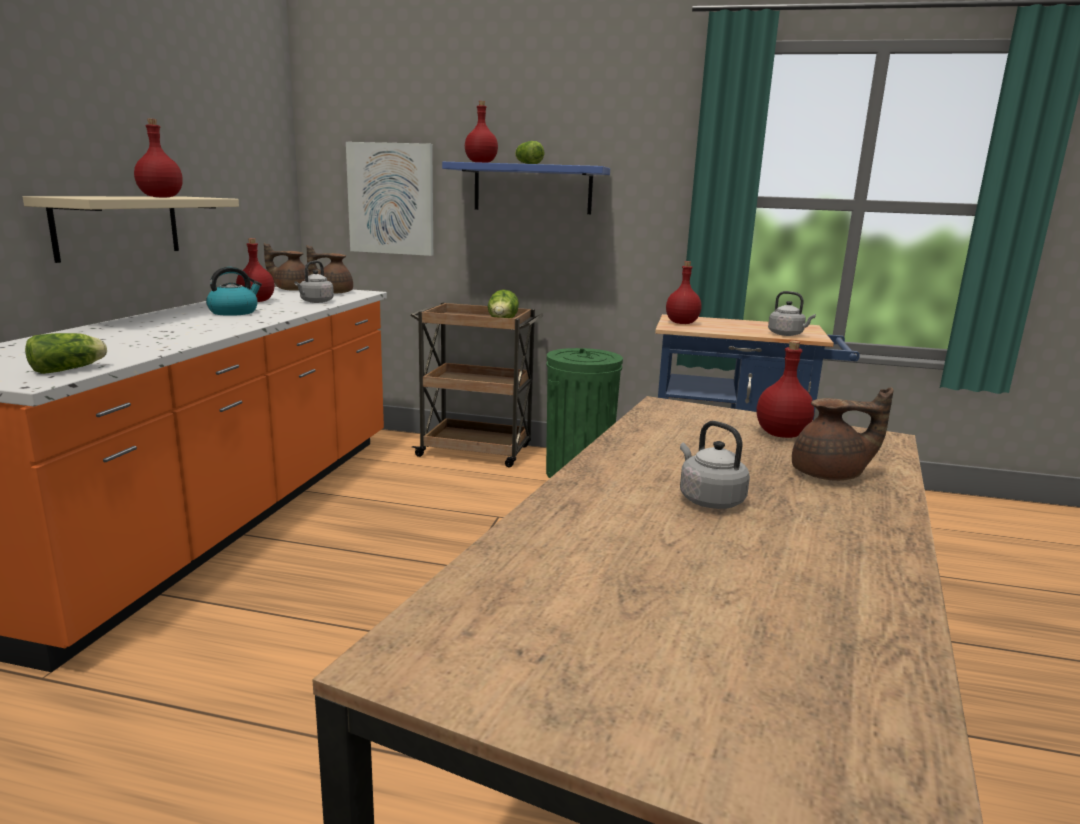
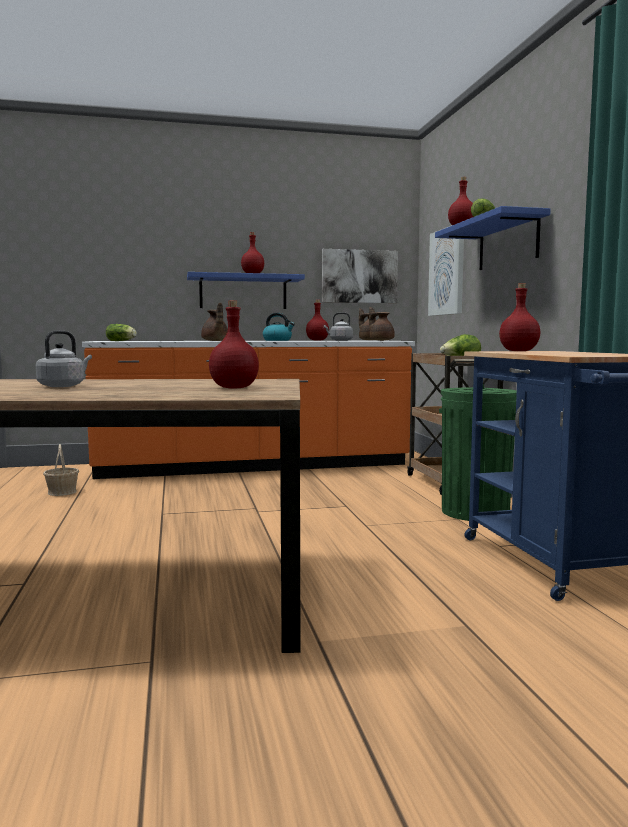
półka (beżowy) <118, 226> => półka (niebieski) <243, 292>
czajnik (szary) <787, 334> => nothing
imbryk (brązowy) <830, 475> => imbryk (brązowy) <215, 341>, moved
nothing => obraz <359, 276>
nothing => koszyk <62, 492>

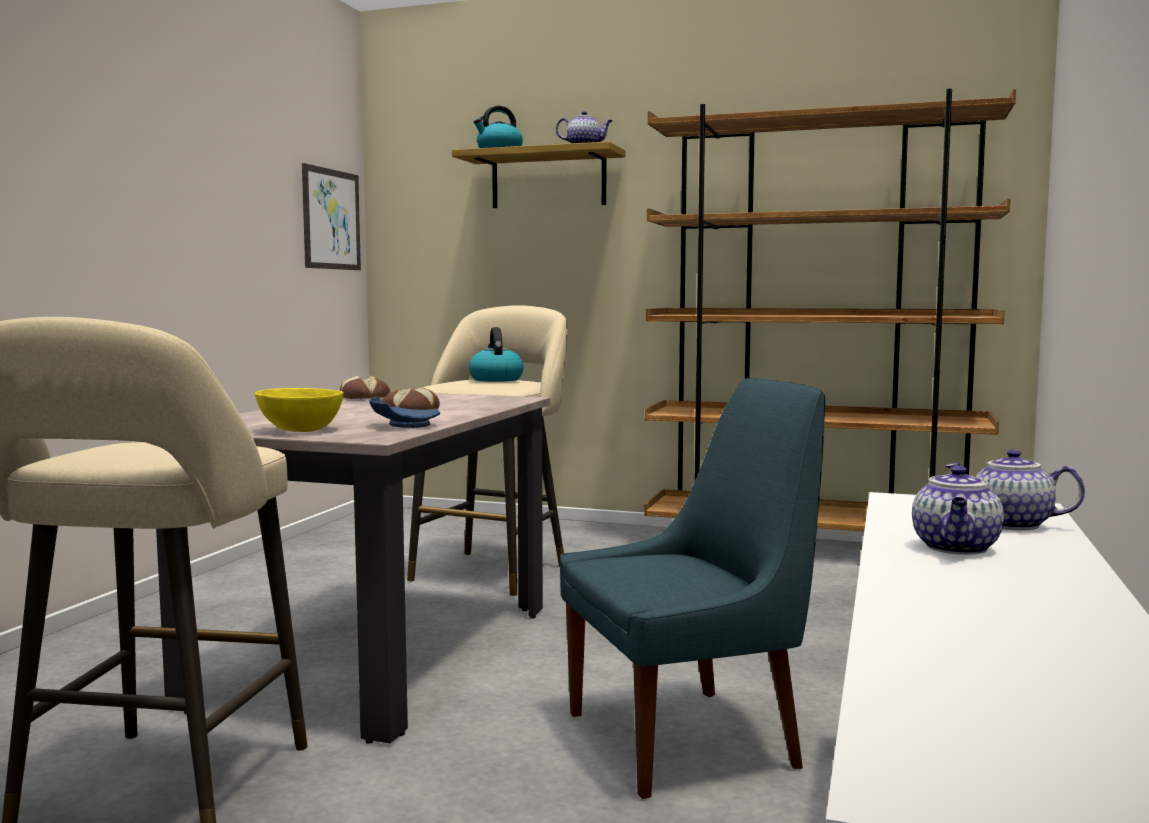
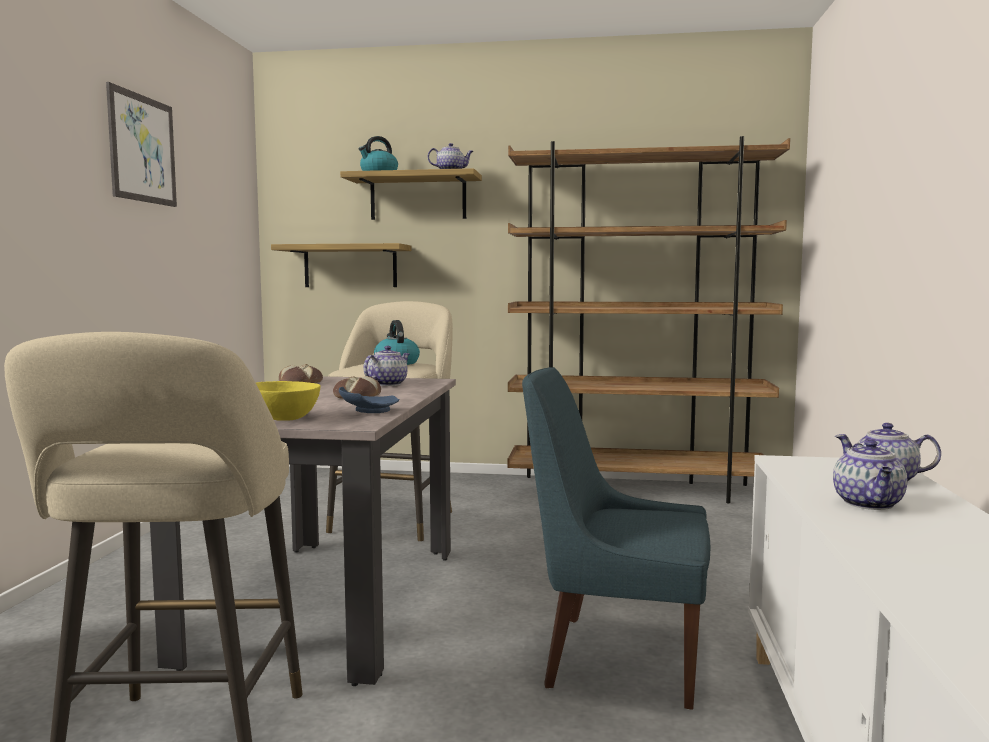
obraz <331, 219> => obraz <142, 149>, moved
krzesło (niebieski) <689, 739> => krzesło (niebieski) <616, 658>, 135 degrees counterclockwise
nothing => półka <350, 266>
nothing => imbryk <388, 384>

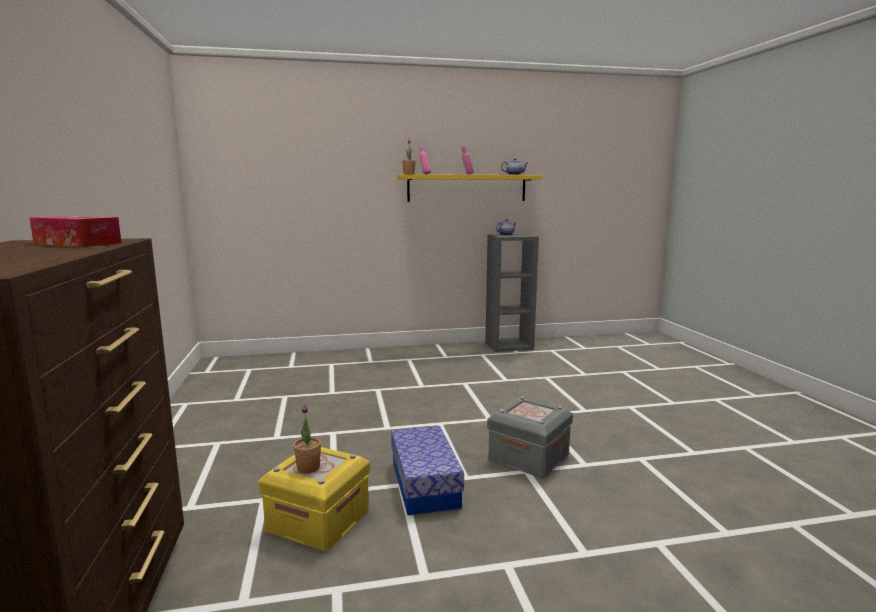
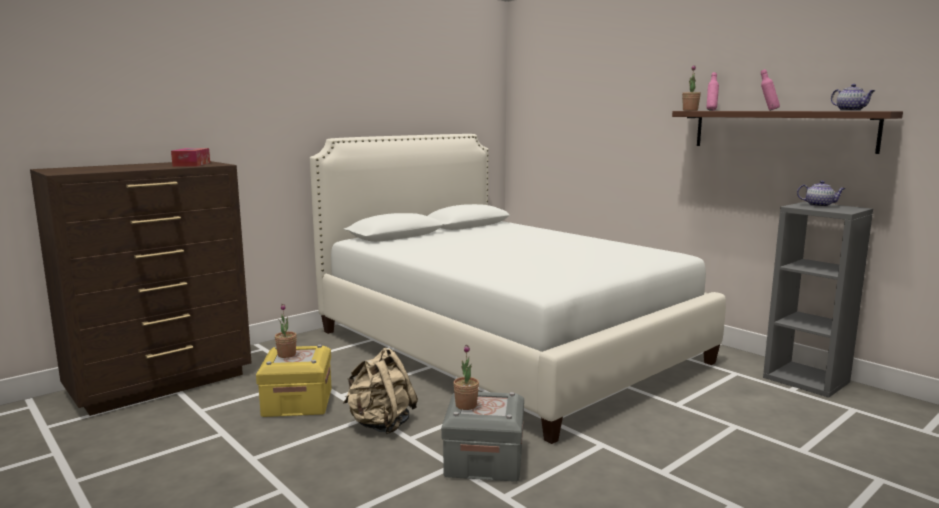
półka (żółty) <467, 188> => półka (brązowy) <781, 130>
pojemnik do przechowywania <425, 484> => plecak (beżowy) <381, 424>
nothing => łóżko (biały) <505, 345>
nothing => roślina doniczkowa <466, 405>

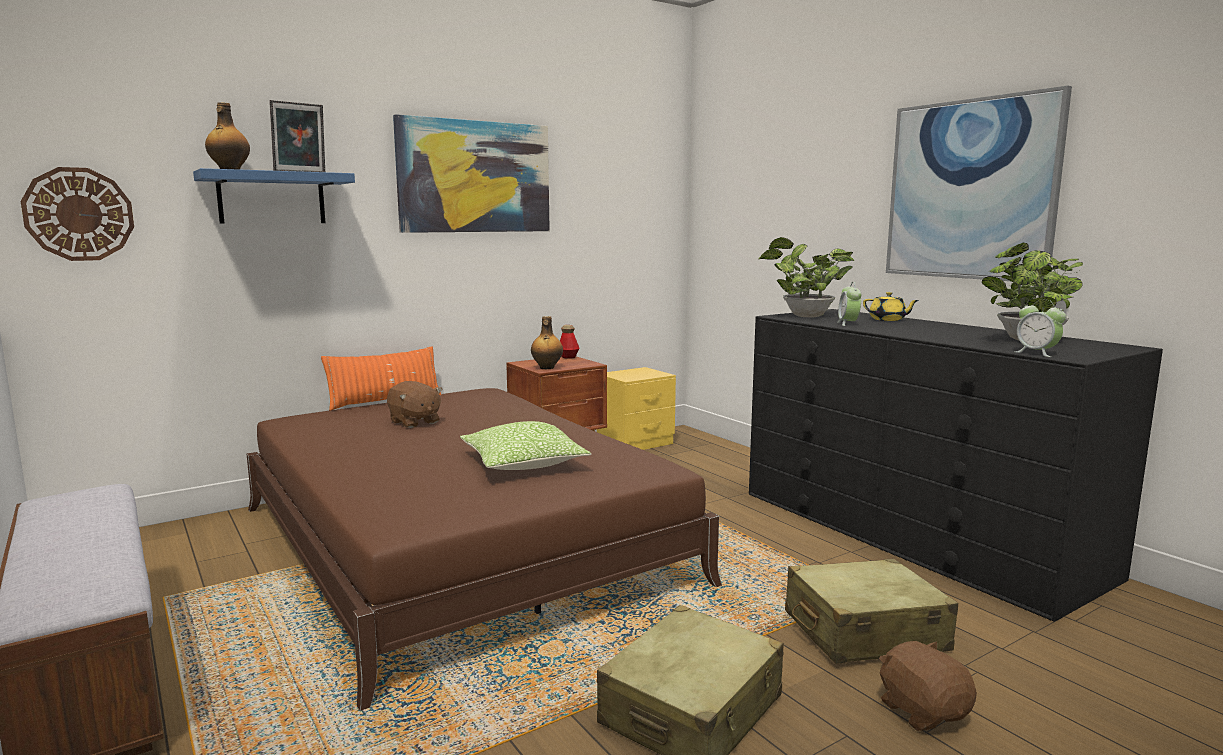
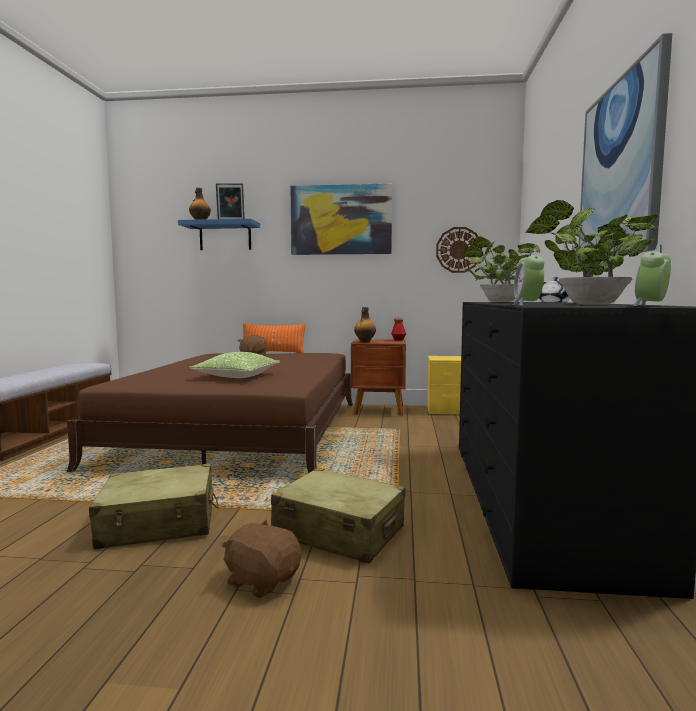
zegar ścienny <79, 214> => zegar ścienny <458, 250>, moved
budzik <848, 324> => budzik <651, 305>, moved
imbryk (żółty) <888, 320> => imbryk (biały) <554, 302>
pluszak (brązowy) <923, 711> => pluszak (brązowy) <262, 580>, 75 degrees counterclockwise

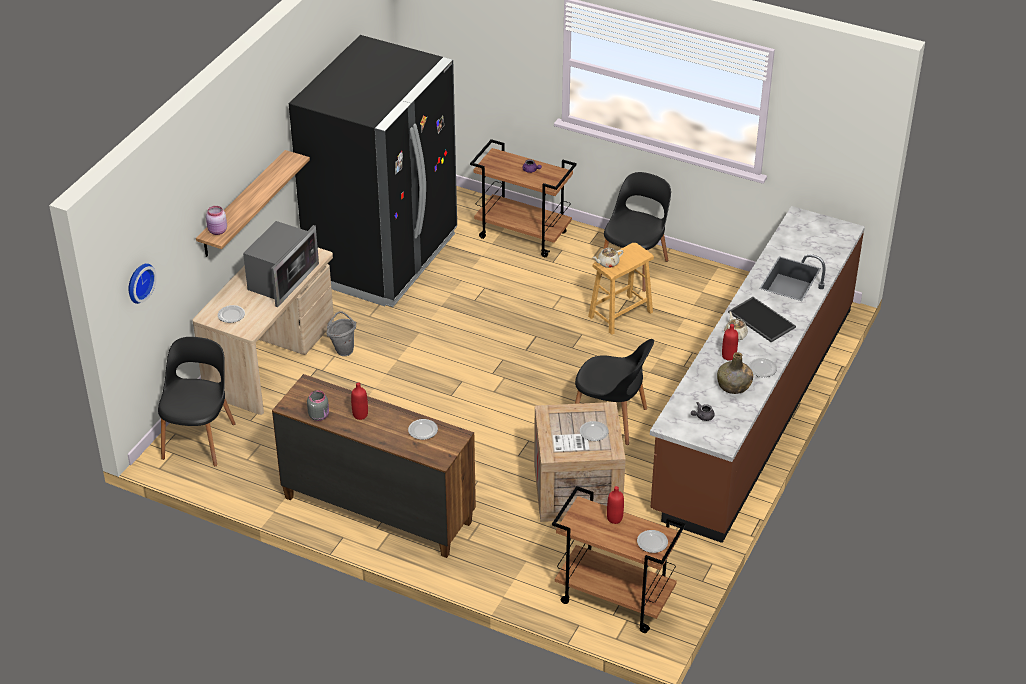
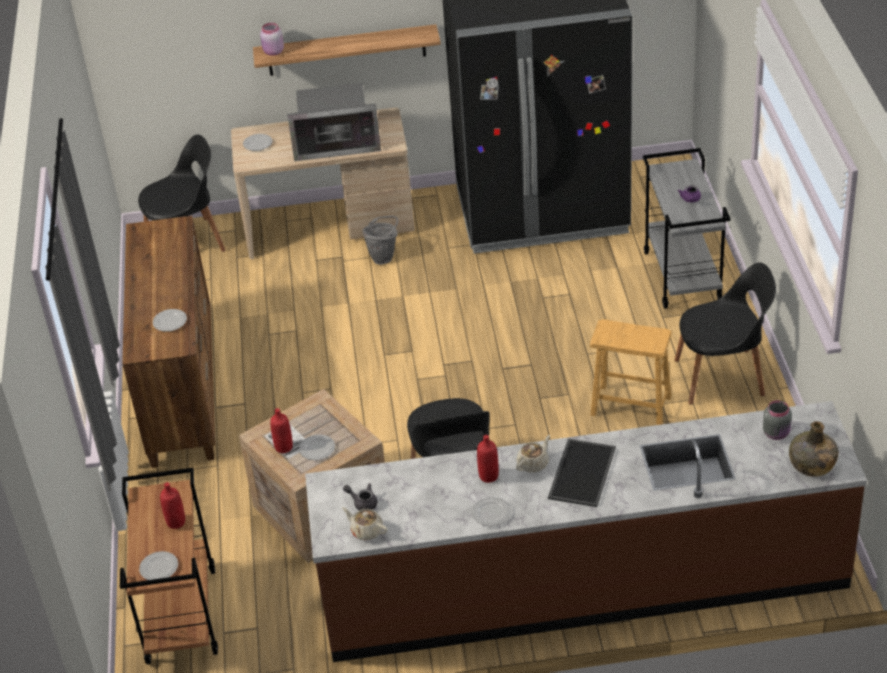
wózek (brązowy) <523, 235> => wózek (szary) <683, 277>
imbryk (beżowy) <607, 263> => imbryk (beżowy) <366, 531>, moved
zegar ścienny <138, 282> => nothing
butelka (zielony) <734, 386> => butelka (zielony) <811, 465>, moved
butelka (czerwony) <360, 415> => butelka (czerwony) <284, 447>, moved
słoik (szary) <319, 415> => słoik (szary) <777, 433>, moved

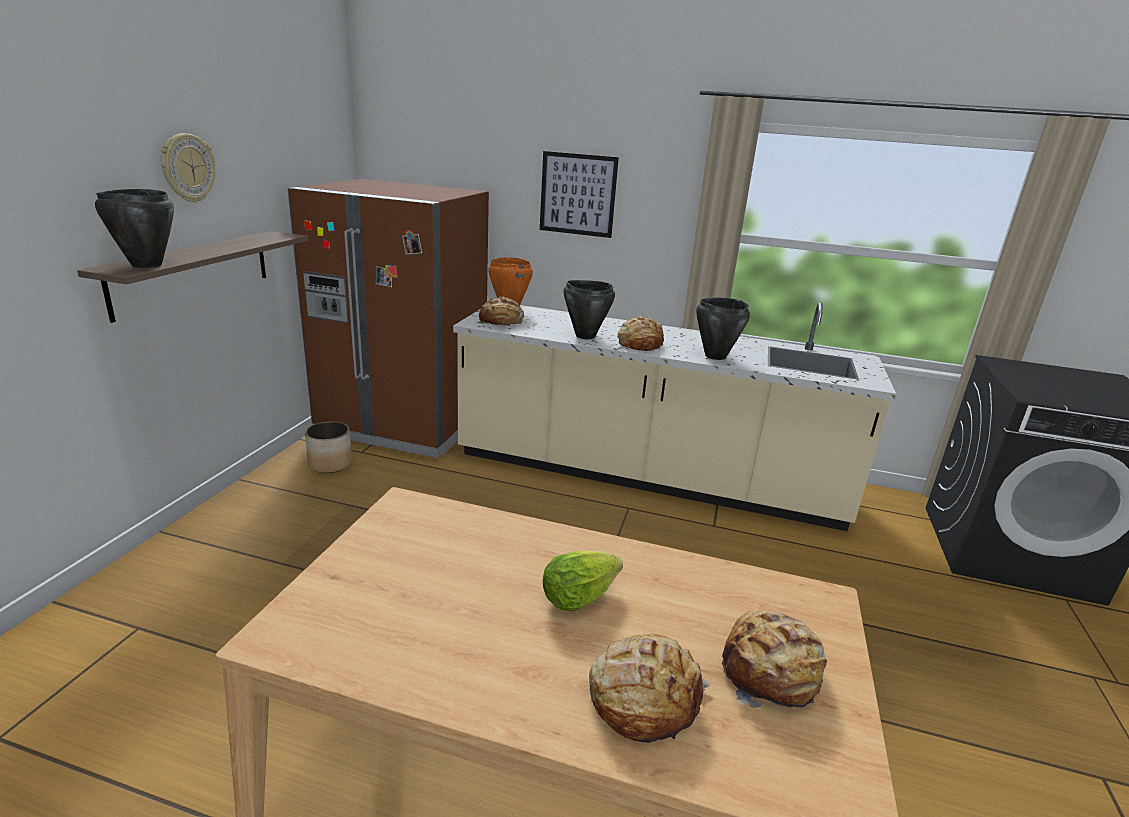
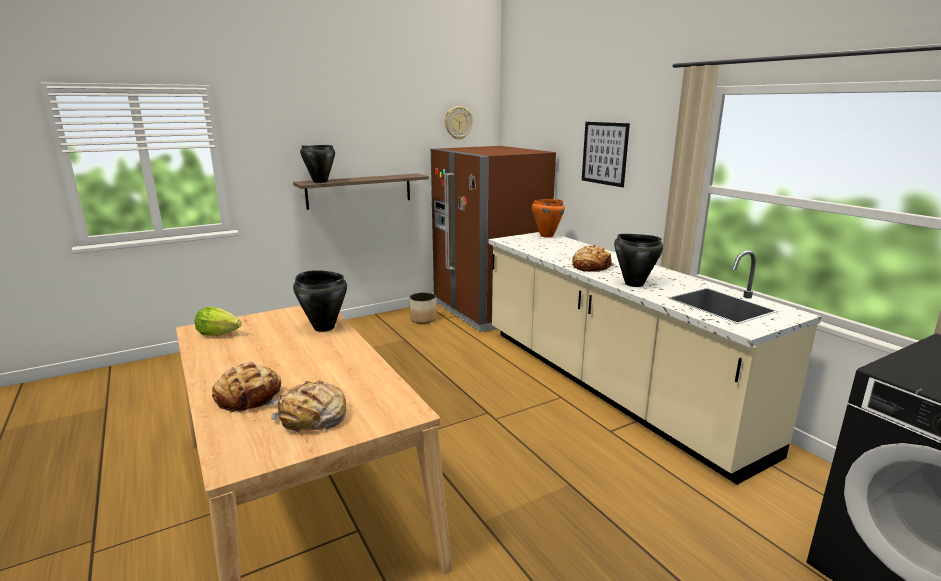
zegar ścienny <187, 168> => zegar ścienny <458, 123>, moved
garnek (czarny) <585, 336> => garnek (czarny) <324, 327>, moved
chleb <501, 322> => nothing
sałata <577, 597> => sałata <218, 334>, moved

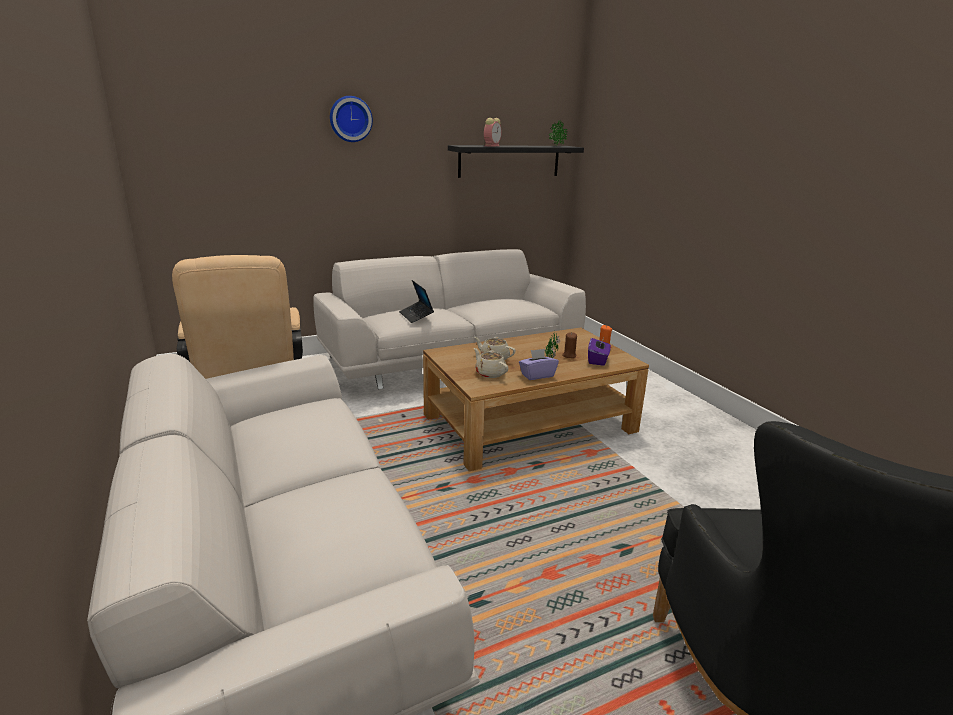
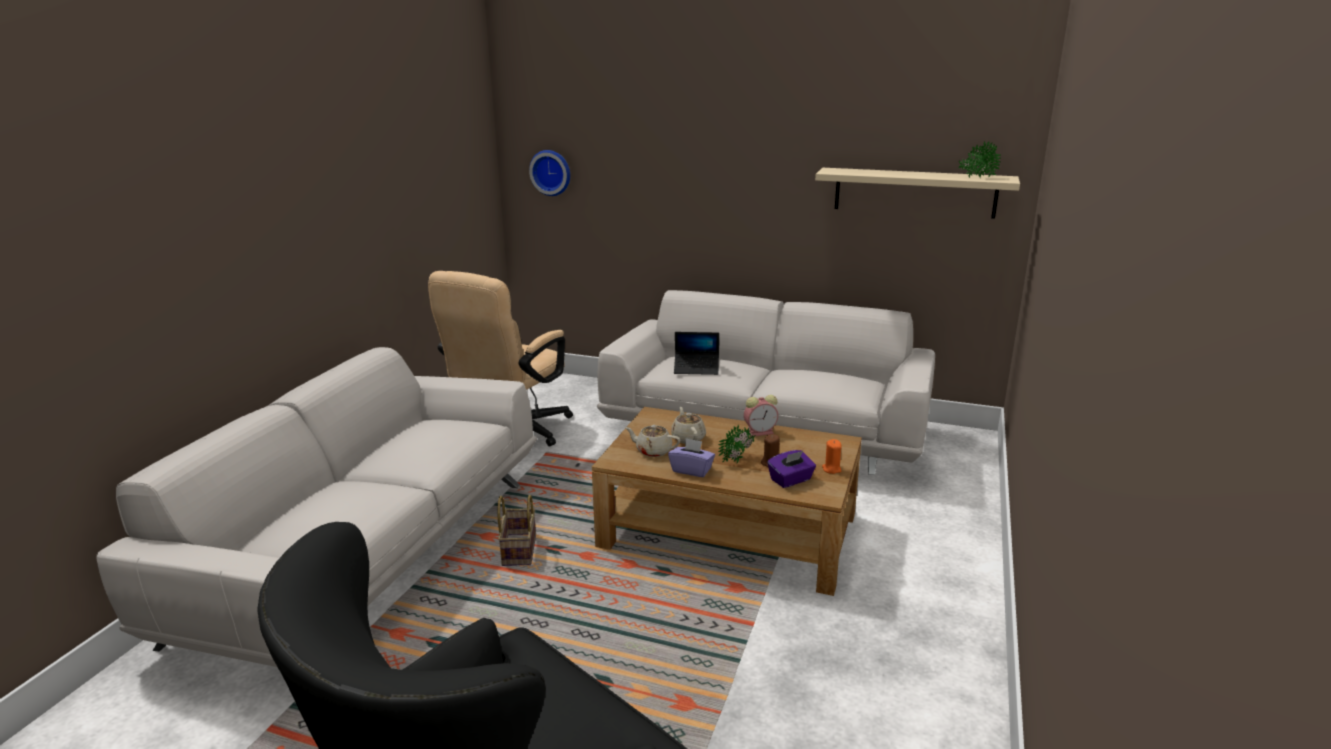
zegar ścienny <350, 119> => zegar ścienny <551, 172>, moved
budzik <492, 146> => budzik <761, 432>, moved
półka (czarny) <509, 161> => półka (beżowy) <914, 192>
laptop <416, 316> => laptop <696, 369>, 105 degrees counterclockwise
imbryk (beżowy) <490, 373> => imbryk (beżowy) <653, 451>, 75 degrees counterclockwise
nothing => koszyk <518, 549>

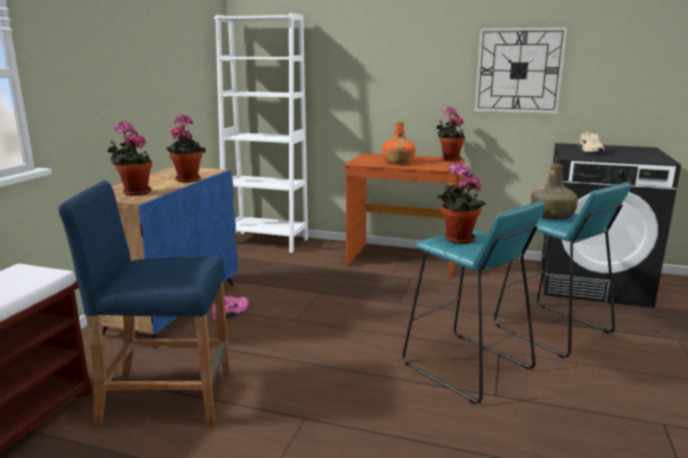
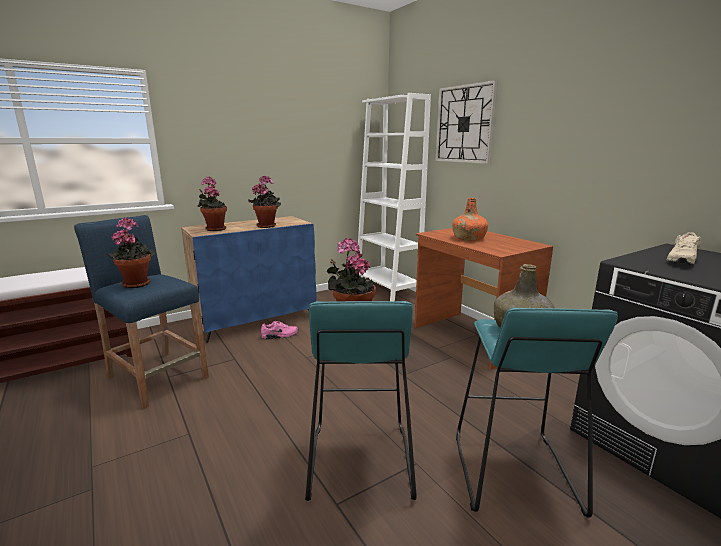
zegar ścienny <518, 70> => zegar ścienny <464, 124>, moved
roślina doniczkowa <449, 159> => roślina doniczkowa <136, 283>, moved

